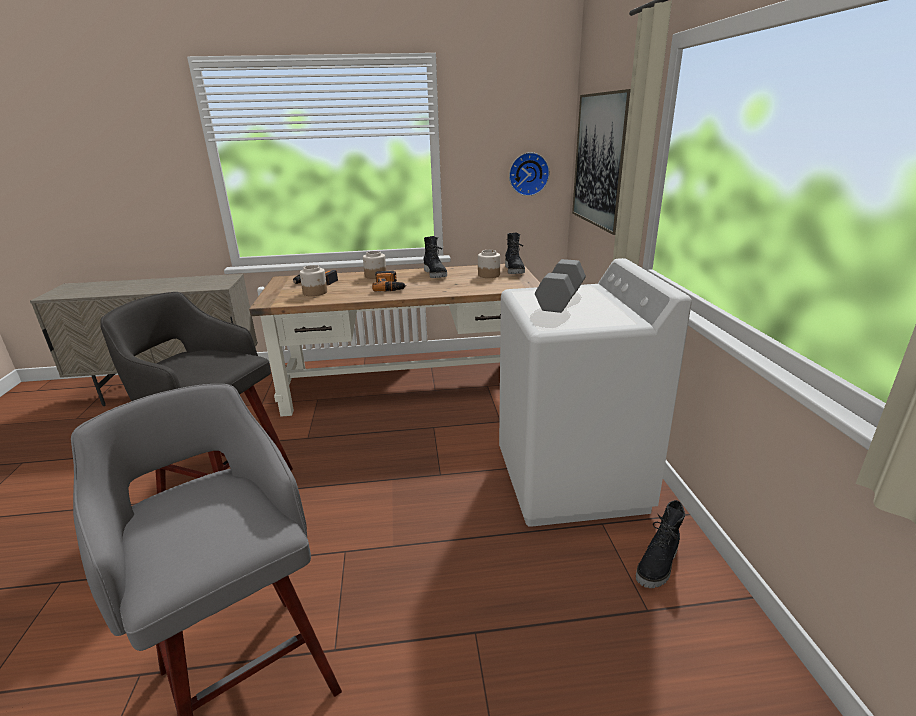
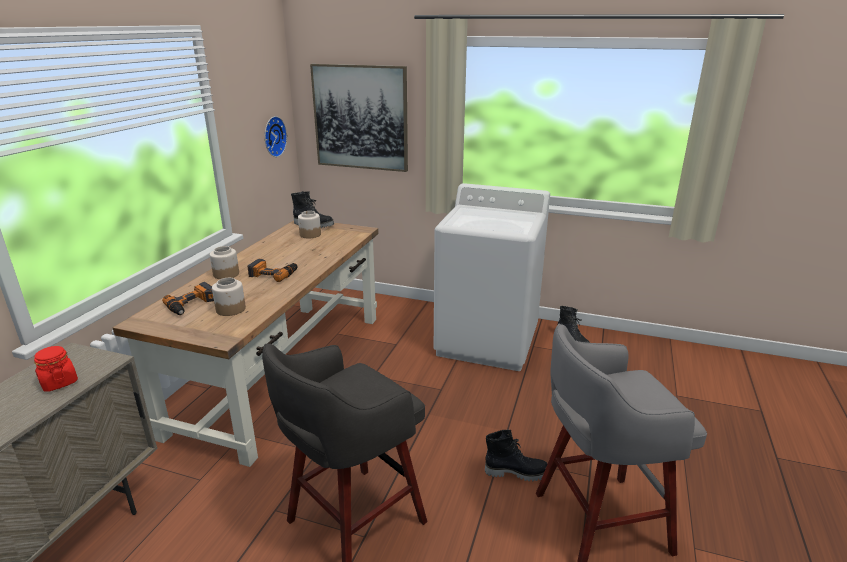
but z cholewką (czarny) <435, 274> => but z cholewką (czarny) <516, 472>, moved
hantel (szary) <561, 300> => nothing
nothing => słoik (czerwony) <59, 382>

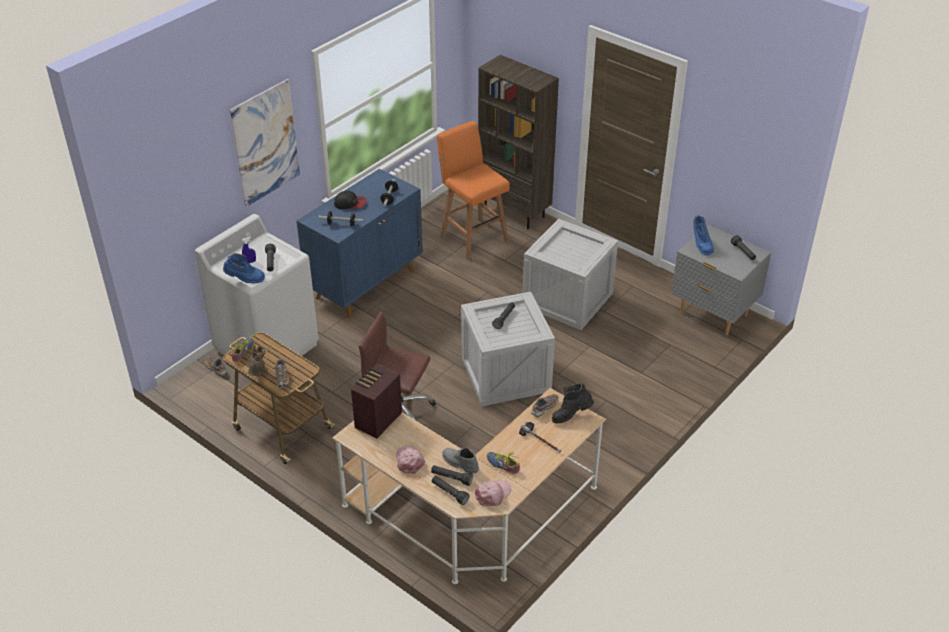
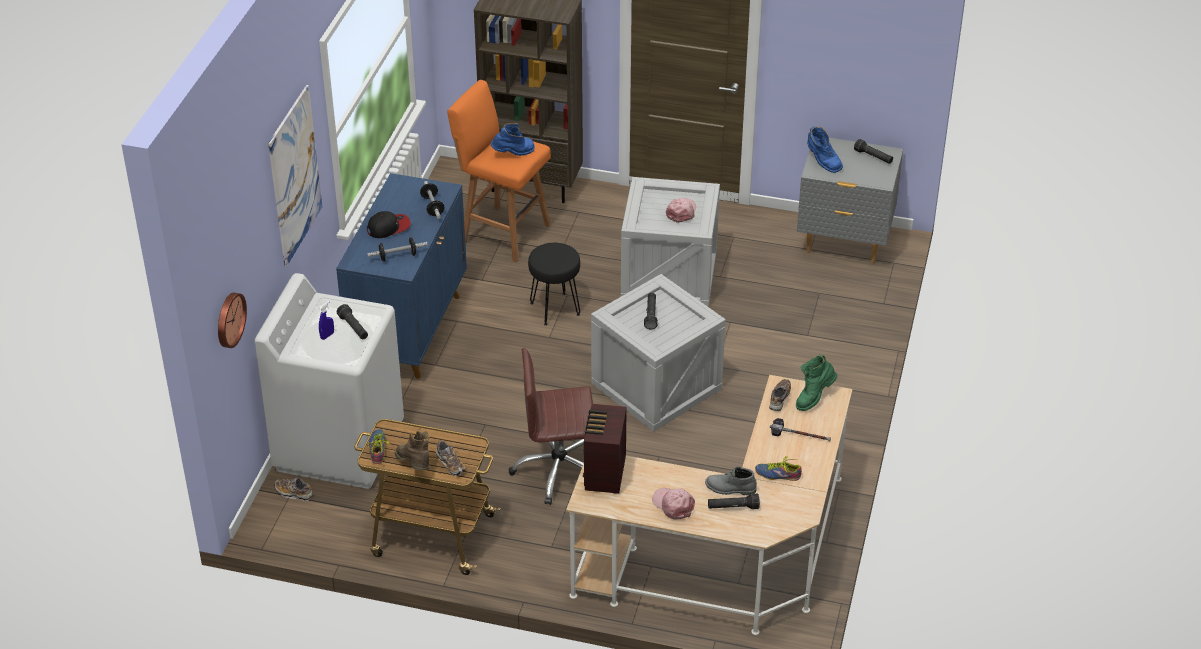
but z cholewką (niebieski) <245, 280> => but z cholewką (niebieski) <513, 154>, moved
but z cholewką (czarny) <571, 416> => but z cholewką (zielony) <814, 398>
latarka (czarny) <449, 493> => nothing
czapka z daszkiem (różowy) <493, 494> => czapka z daszkiem (różowy) <681, 212>, moved
nothing => stołek (czarny) <555, 308>
nothing => zegar ścienny <229, 319>

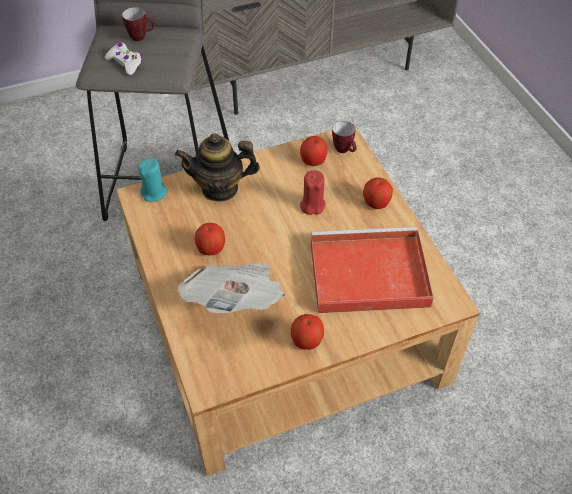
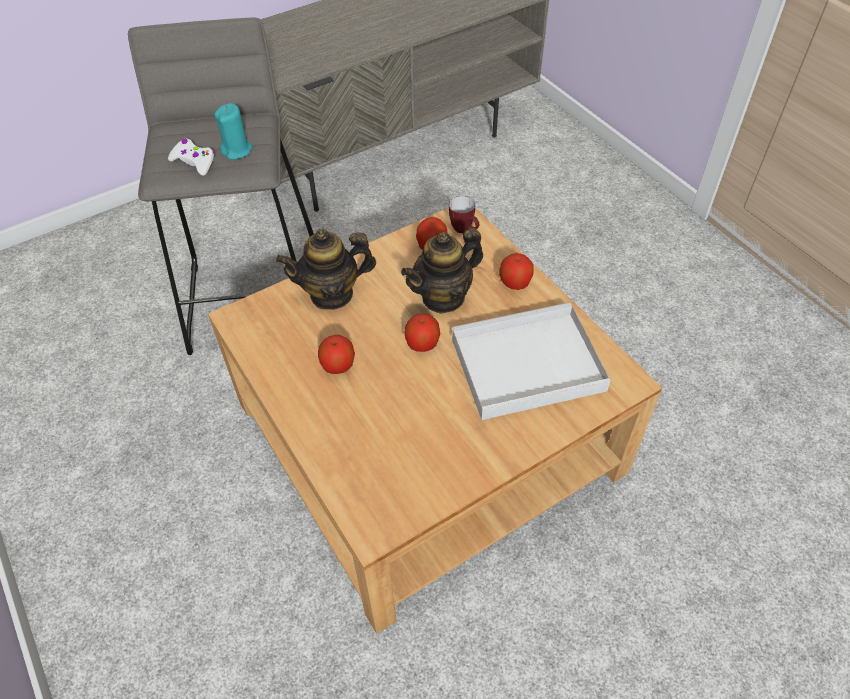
kubek <141, 37> => nothing
świeca (turkusowy) <154, 192> => świeca (turkusowy) <237, 150>, moved
świeca (czerwony) <312, 205> => imbryk <443, 297>
taca (czerwony) <366, 274> => taca (biały) <524, 365>
gazeta <236, 301> => nothing
jabłko <306, 341> => jabłko <422, 344>, moved

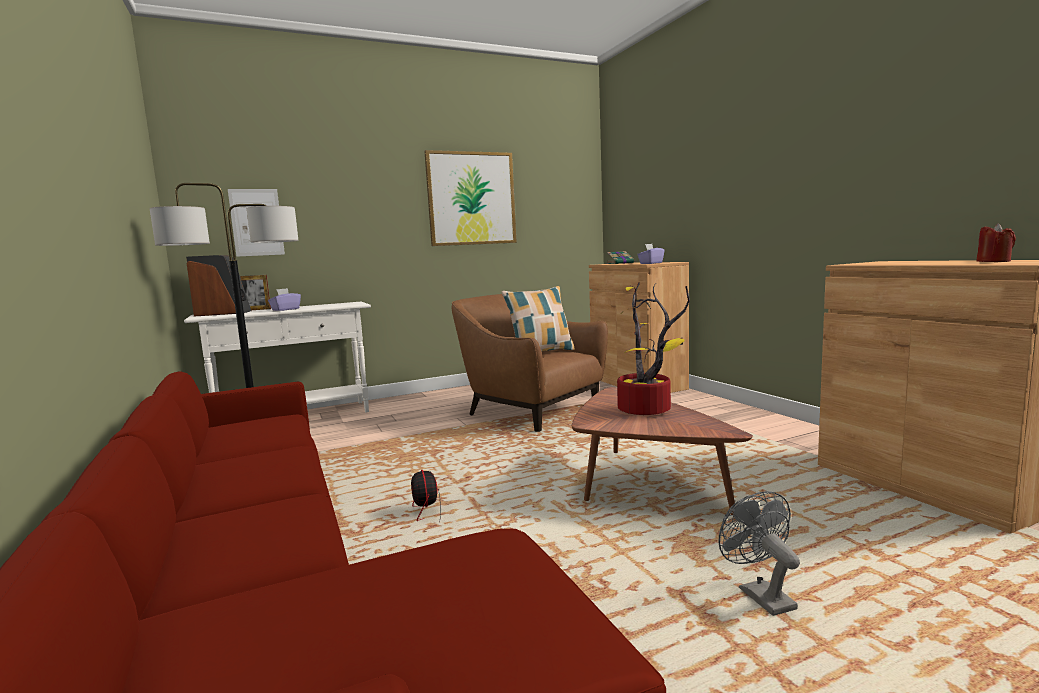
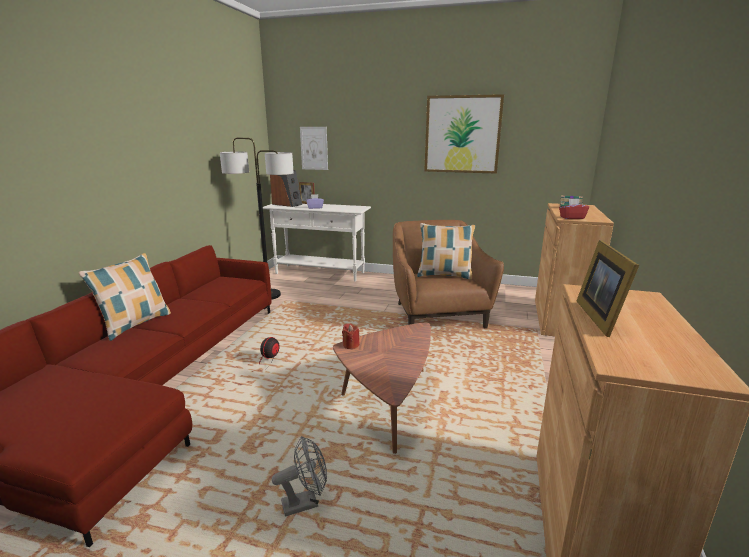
świeca (czerwony) <993, 261> => świeca (czerwony) <350, 345>, moved
pudełko chusteczek (fioletowy) <650, 263> => pudełko chusteczek (czerwony) <572, 217>
roślina doniczkowa <648, 411> => nothing
wentylator (szary) <760, 595> => wentylator (szary) <305, 502>, 45 degrees clockwise
nothing => ramka na zdjęcie <602, 317>
nothing => poduszka <135, 324>

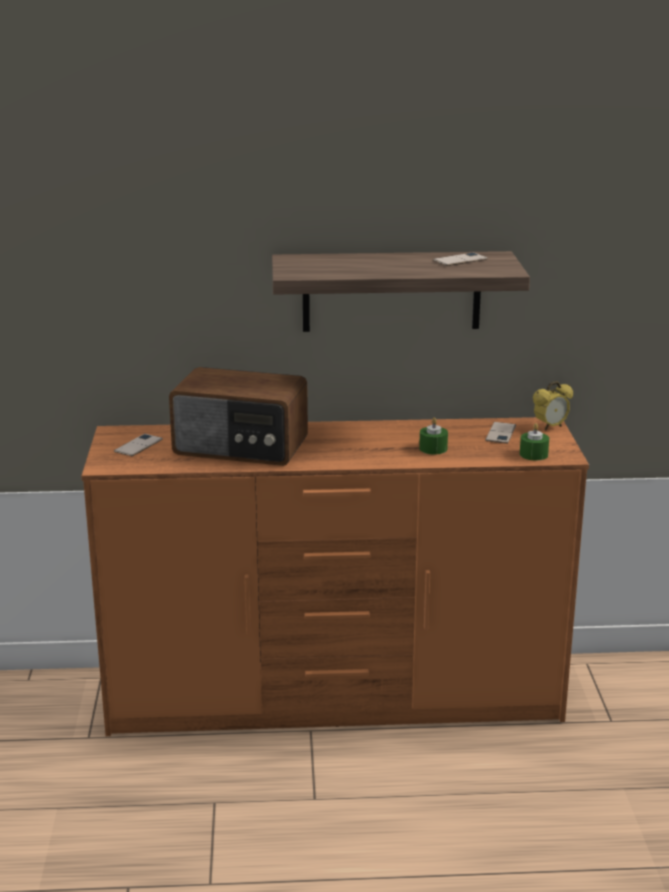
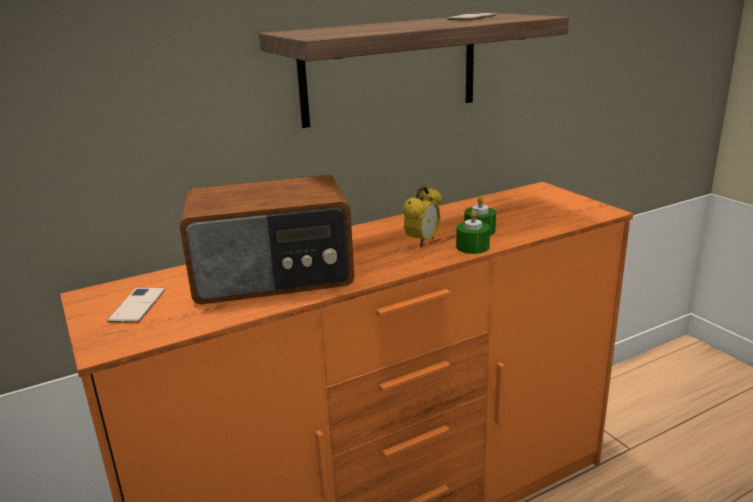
budzik <550, 427> => budzik <422, 242>, moved
telefon <500, 433> => nothing
świeca (zielony) <533, 454> => świeca (zielony) <472, 247>, moved

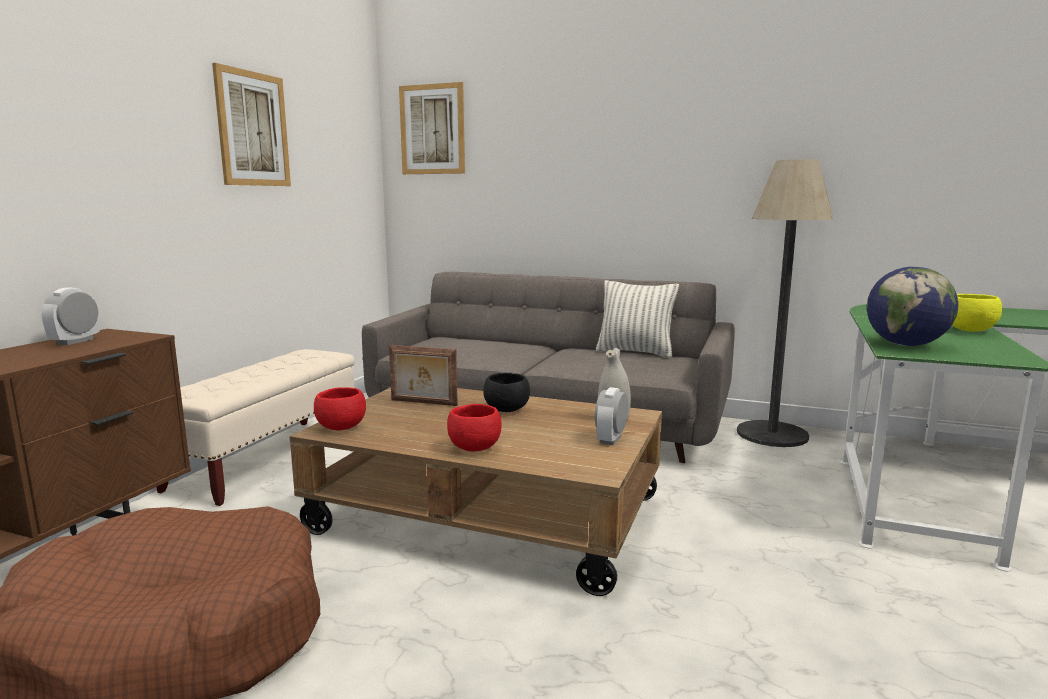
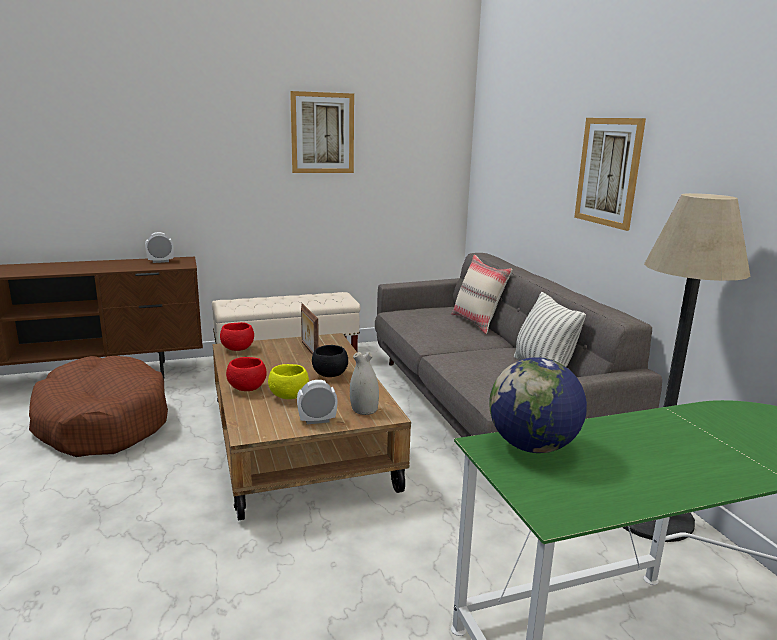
obraz <432, 129> => obraz <608, 172>, moved
miska (żółty) <969, 331> => miska (żółty) <289, 396>, moved
nothing => poduszka (beżowy) <477, 322>

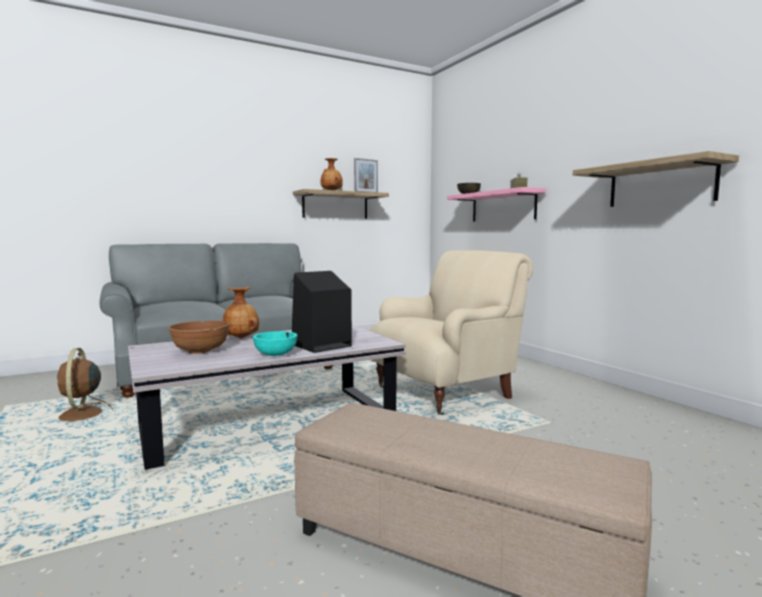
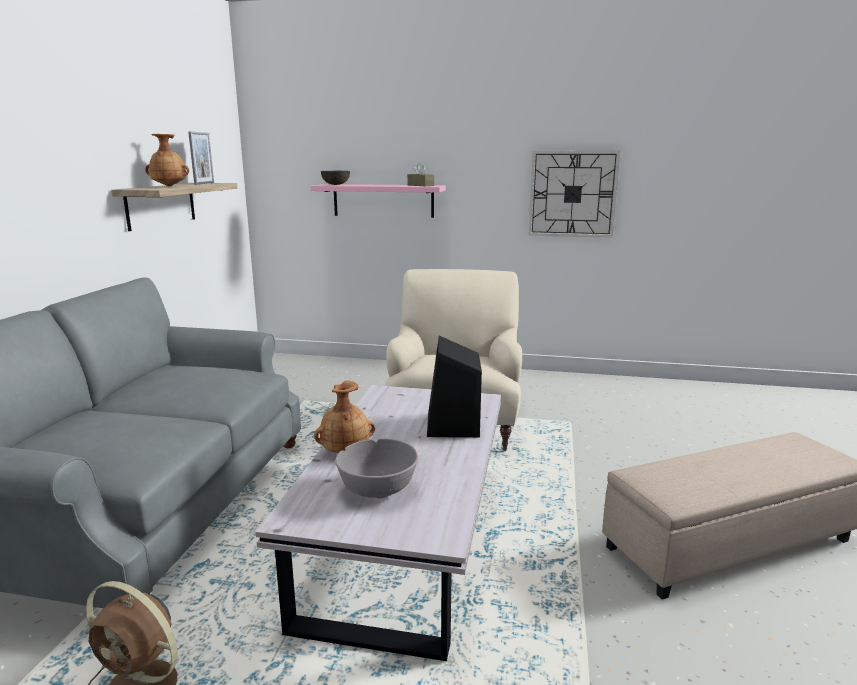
półka <660, 184> => zegar ścienny <572, 194>
miska (brązowy) <200, 350> => miska (szary) <377, 489>
miska (turkusowy) <275, 355> => nothing

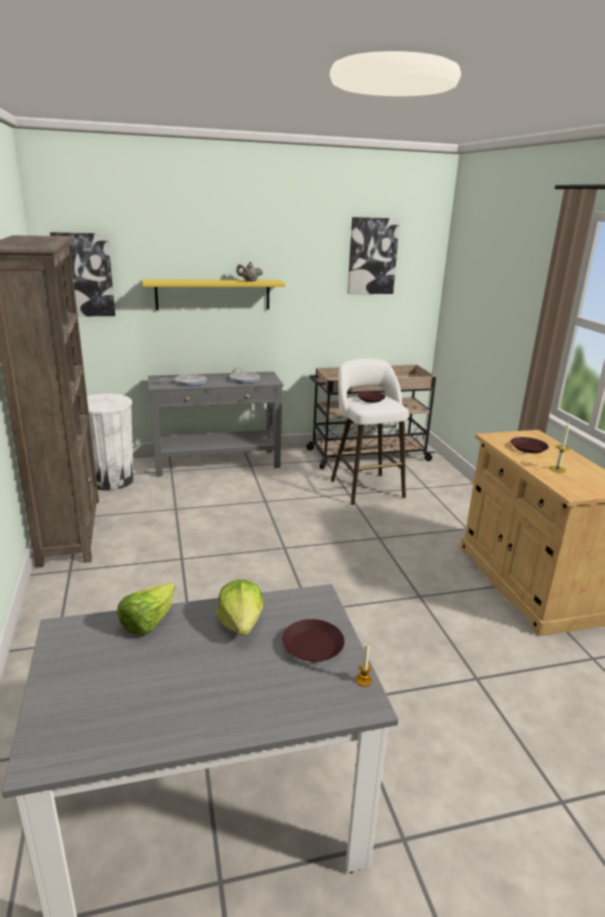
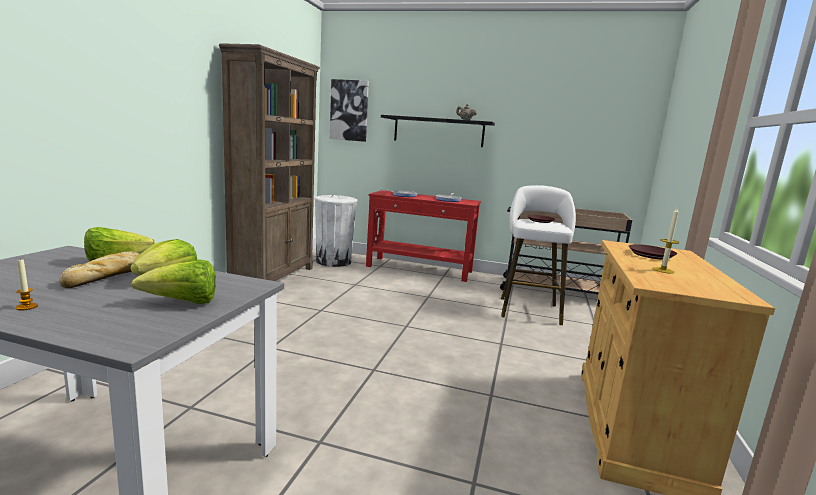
obraz <372, 256> => nothing
półka (żółty) <213, 294> => półka (czarny) <438, 131>
stolik konsolowy (szary) <217, 463> => stolik konsolowy (czerwony) <419, 269>
talerz (brązowy) <313, 646> => sałata <183, 303>
świeca <363, 680> => świeca <26, 307>, moved
nothing => chleb <108, 276>

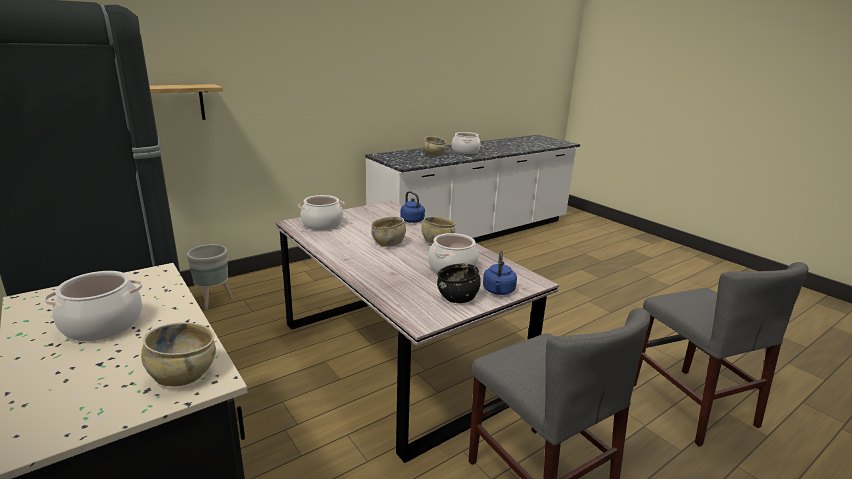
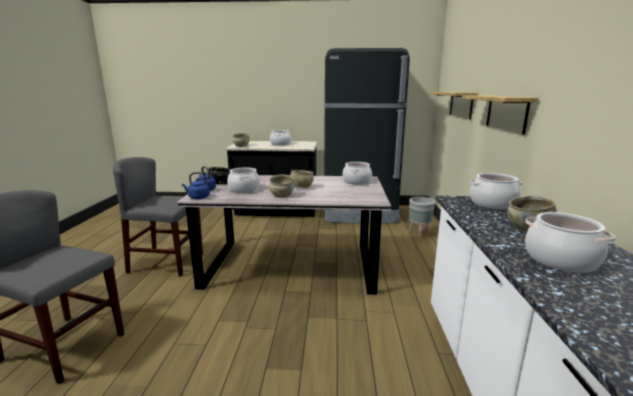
czajnik (niebieski) <413, 221> => czajnik (niebieski) <198, 197>, moved
nothing => półka <506, 113>
nothing => garnek <493, 204>

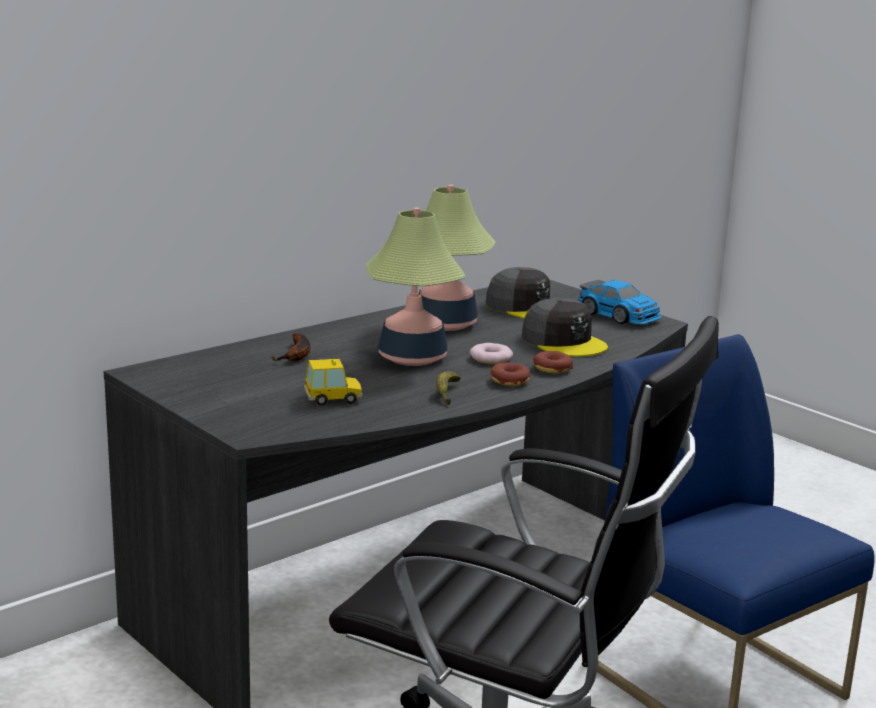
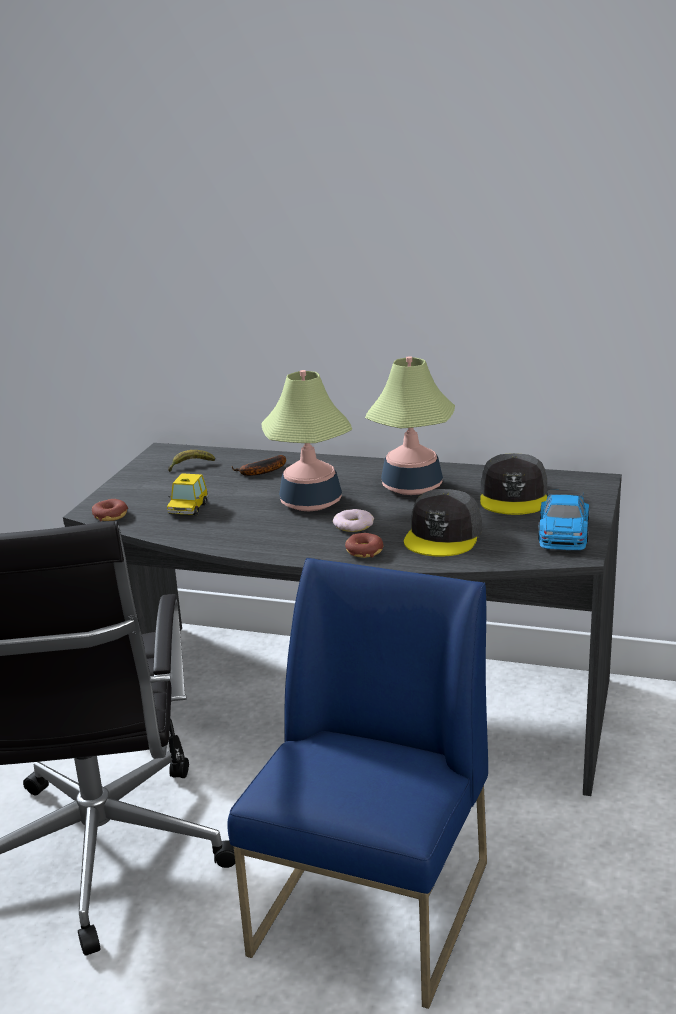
samochodzik <333, 398> => samochodzik <188, 509>, 60 degrees clockwise
donut <509, 381> => donut <110, 515>, moved
banan <446, 393> => banan <190, 465>, moved

